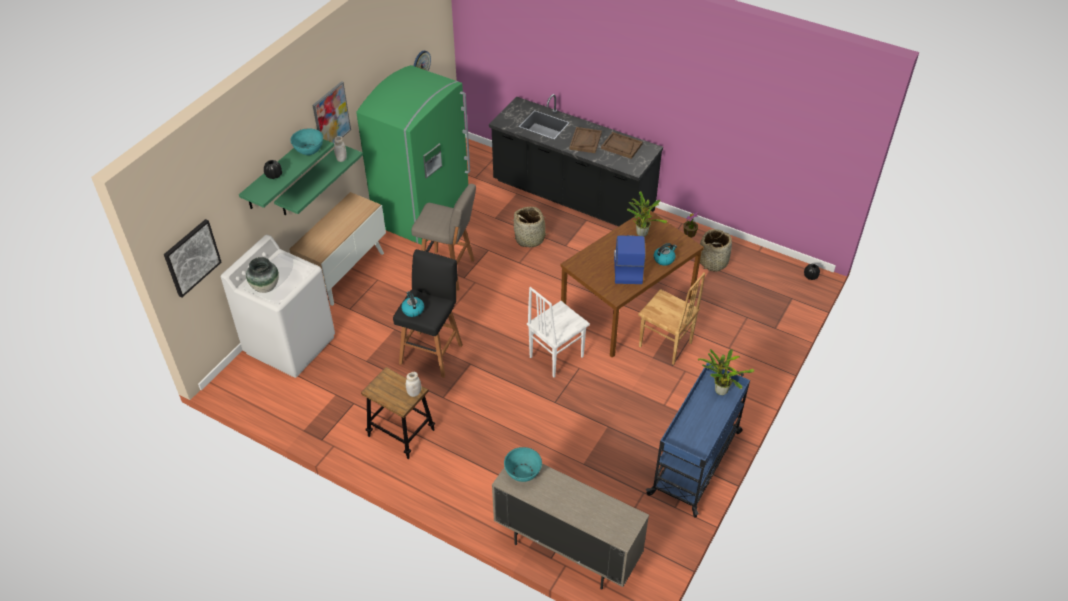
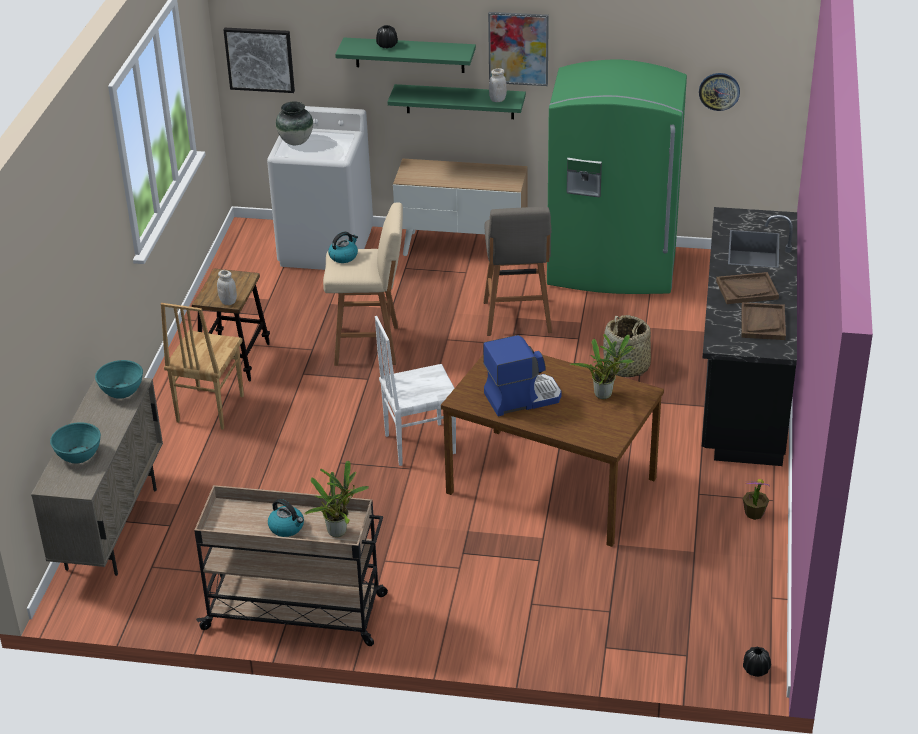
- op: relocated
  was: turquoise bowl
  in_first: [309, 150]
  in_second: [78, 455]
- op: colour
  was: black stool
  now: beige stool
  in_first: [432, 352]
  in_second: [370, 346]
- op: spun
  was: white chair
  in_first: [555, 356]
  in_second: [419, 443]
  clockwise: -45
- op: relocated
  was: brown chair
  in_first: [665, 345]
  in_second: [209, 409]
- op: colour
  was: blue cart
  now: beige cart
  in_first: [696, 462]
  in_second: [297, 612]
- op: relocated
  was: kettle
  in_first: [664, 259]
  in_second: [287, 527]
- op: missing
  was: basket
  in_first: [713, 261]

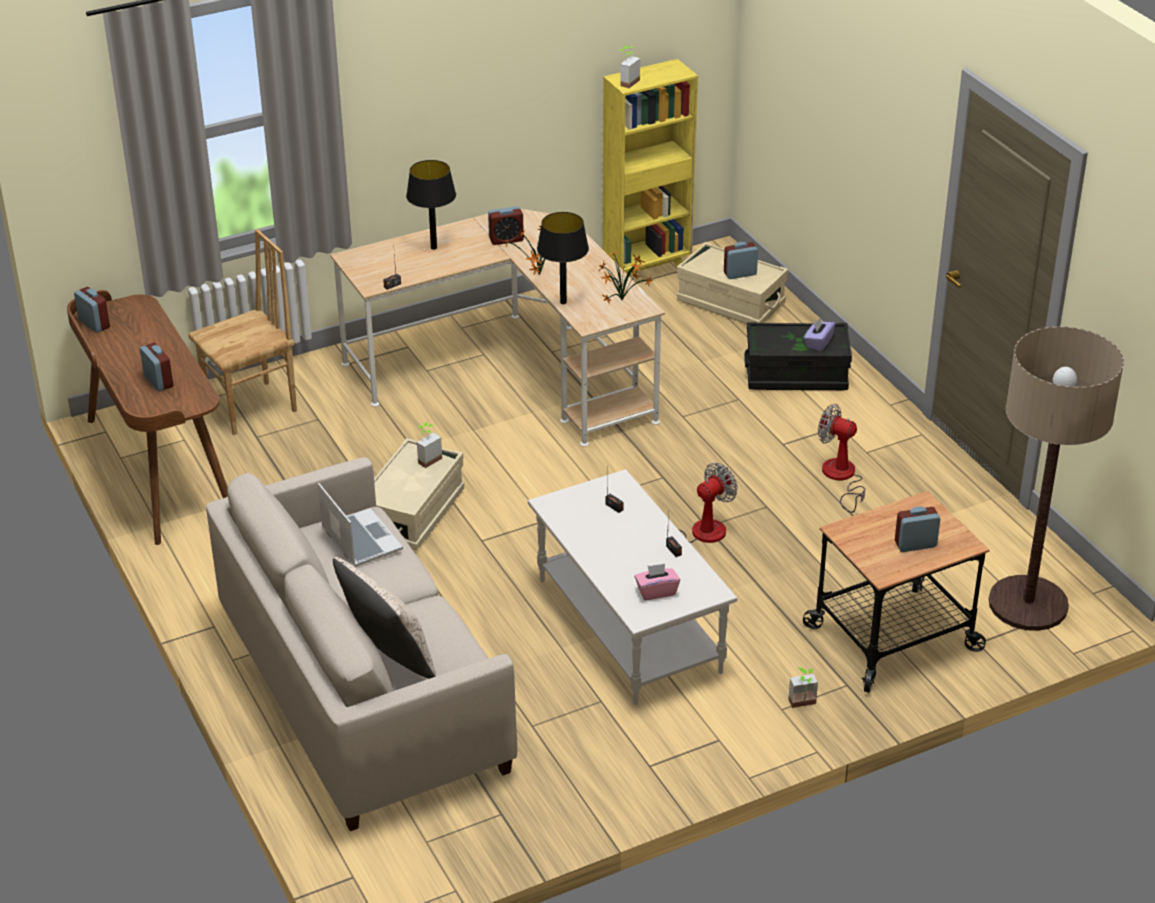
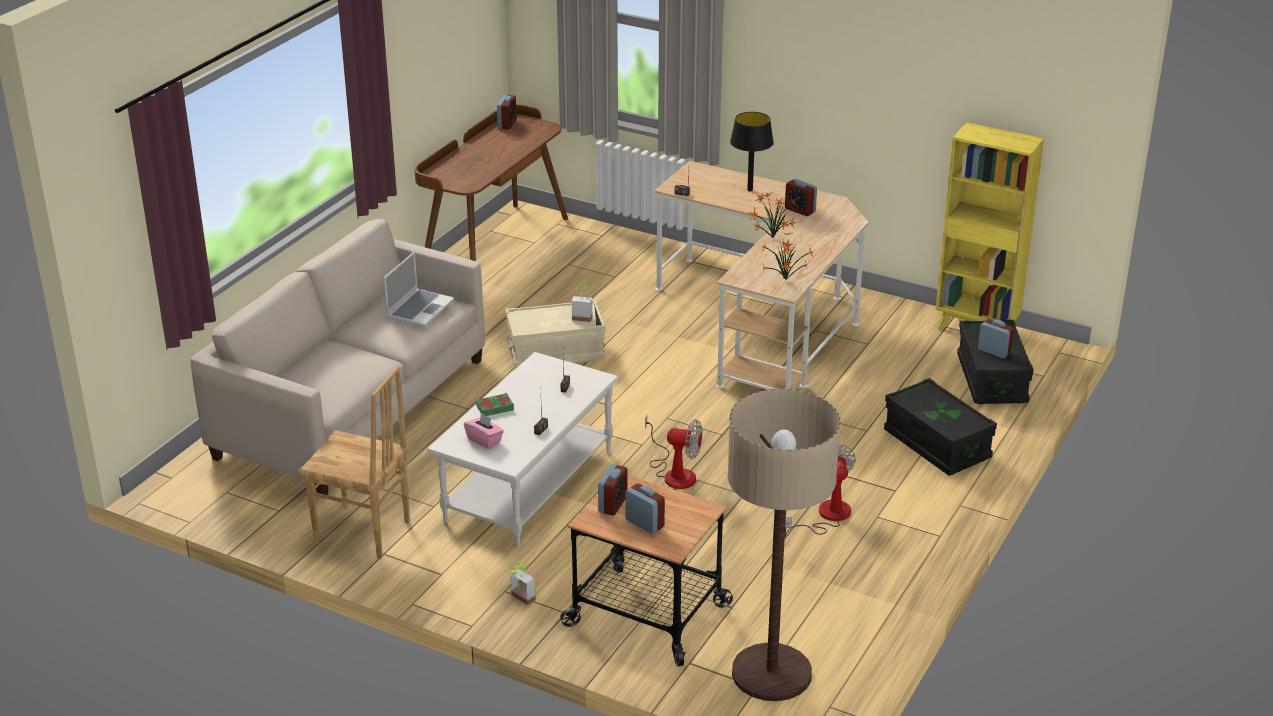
- op: relocated
  was: alarm clock
  in_first: [158, 381]
  in_second: [613, 504]
- op: relocated
  was: brown chair
  in_first: [252, 408]
  in_second: [362, 533]
- op: missing
  was: beige pillow
  in_first: [389, 656]
- op: missing
  was: black table lamp
  in_first: [563, 302]
- op: missing
  was: potted plant
  in_first: [626, 82]
- op: colour
  was: beige storage box
  now: black storage box
  in_first: [731, 303]
  in_second: [991, 379]
- op: missing
  was: purple tissue box
  in_first: [818, 343]
- op: appeared
  now: green book
  in_second: [494, 407]

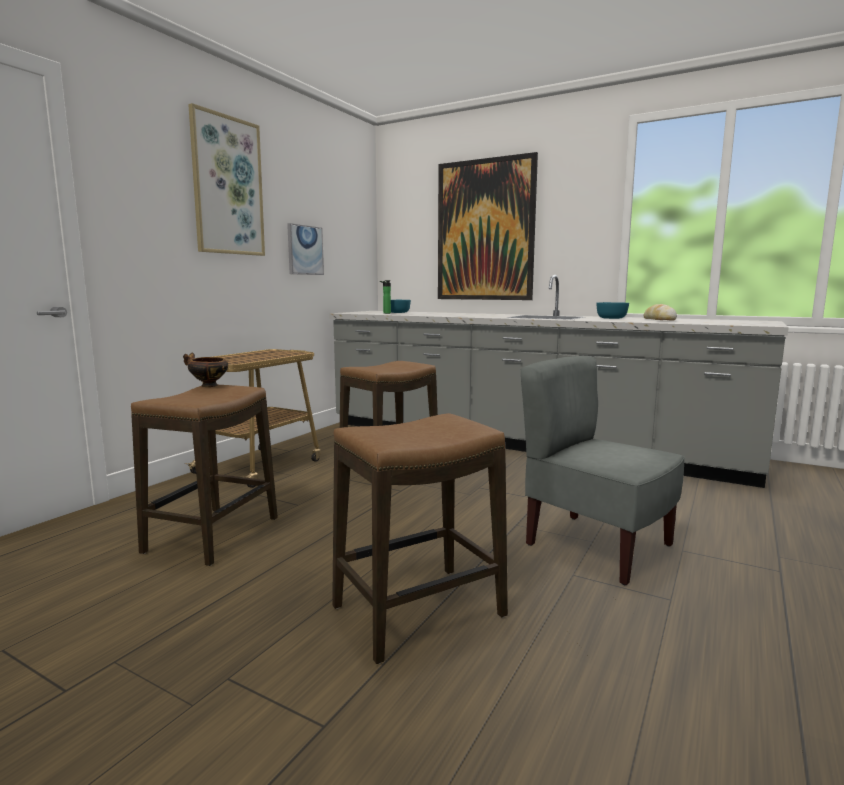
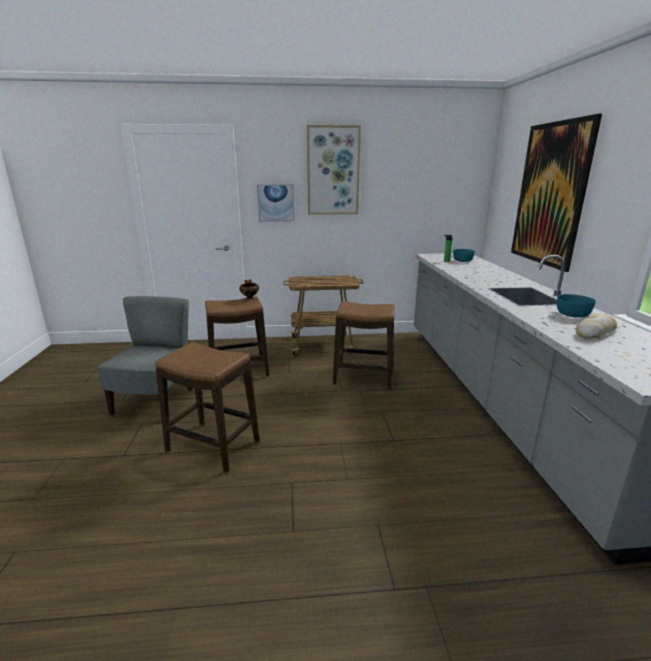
- op: relocated
  was: picture
  in_first: [305, 250]
  in_second: [276, 203]
- op: relocated
  was: grey chair
  in_first: [596, 546]
  in_second: [155, 401]

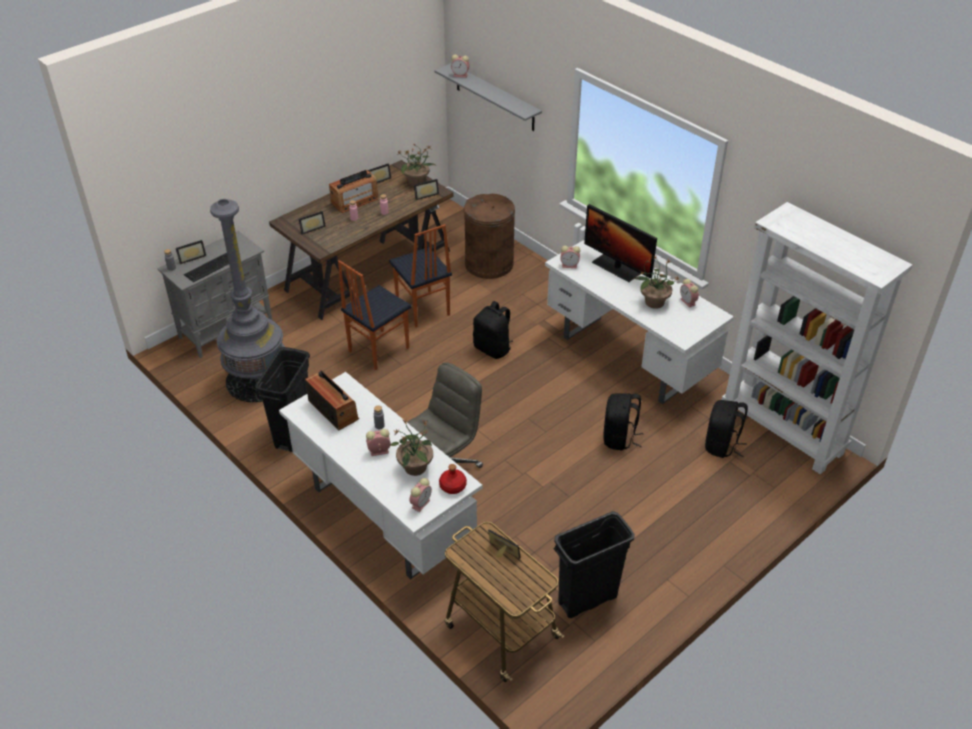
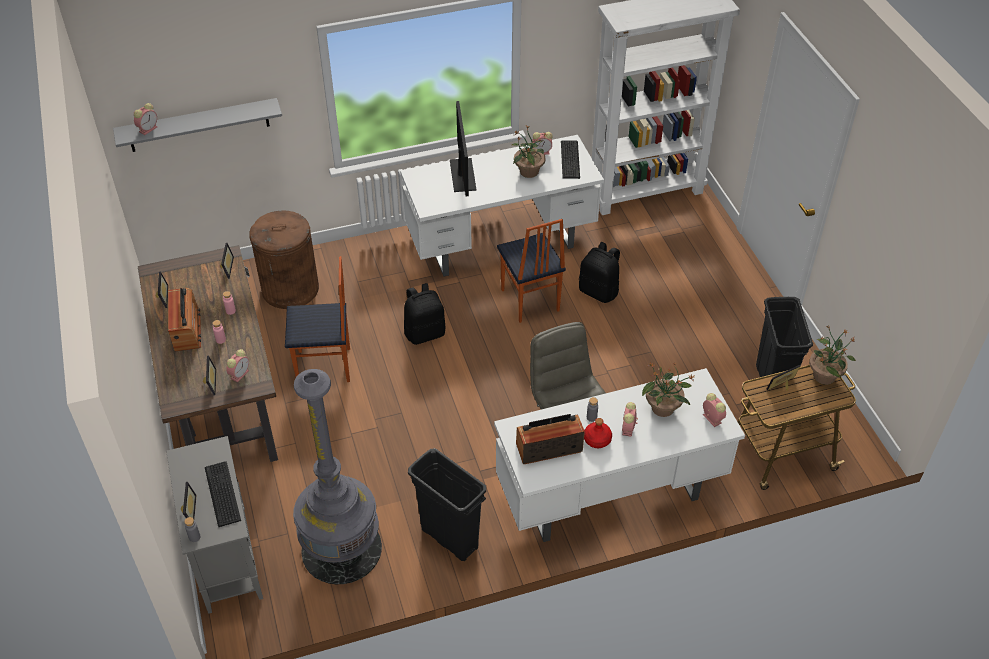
- op: relocated
  was: chair
  in_first: [378, 349]
  in_second: [529, 301]
- op: relocated
  was: potted plant
  in_first: [417, 182]
  in_second: [824, 375]
- op: relocated
  was: red bottle
  in_first: [452, 486]
  in_second: [597, 440]
- op: relocated
  was: alarm clock
  in_first: [570, 265]
  in_second: [240, 374]
- op: spun
  was: monitor
  in_first: [616, 267]
  in_second: [462, 175]
  clockwise: -75
- op: missing
  was: black backpack
  in_first: [722, 445]
- op: appeared
  now: keyboard
  in_second: [571, 159]

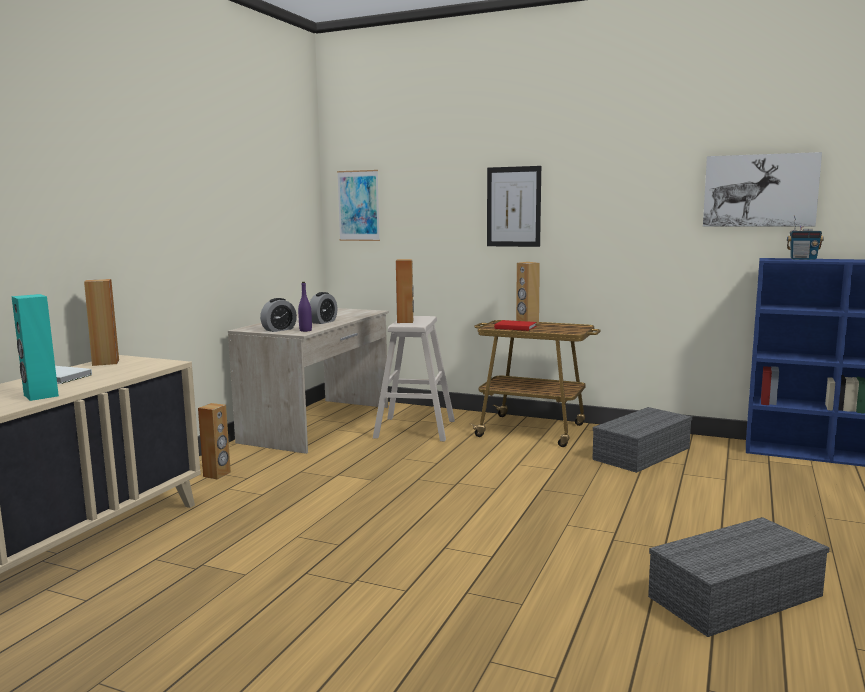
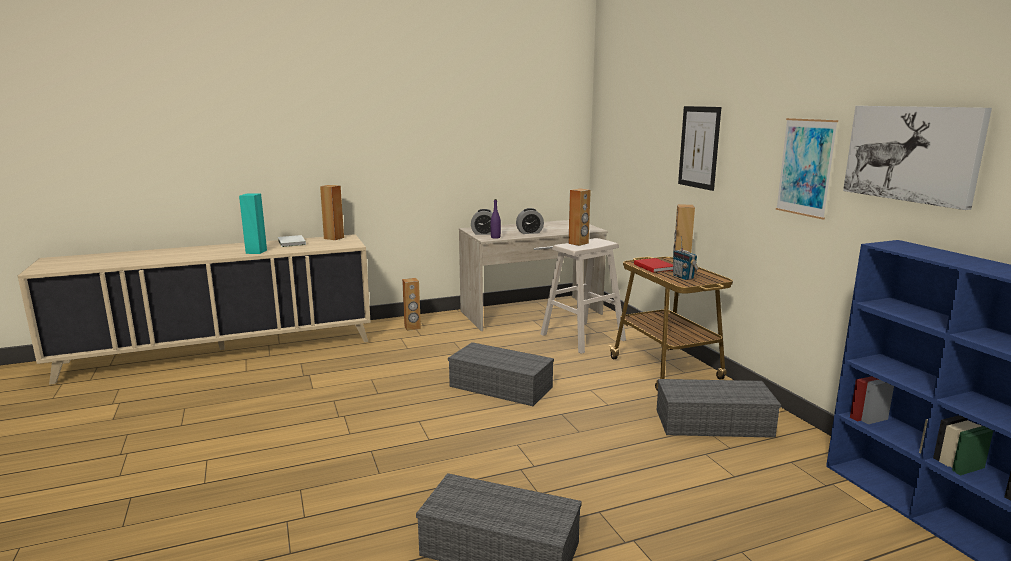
- op: relocated
  was: picture
  in_first: [358, 205]
  in_second: [806, 167]
- op: relocated
  was: radio
  in_first: [803, 259]
  in_second: [683, 277]
- op: appeared
  now: grey storage box
  in_second: [502, 386]

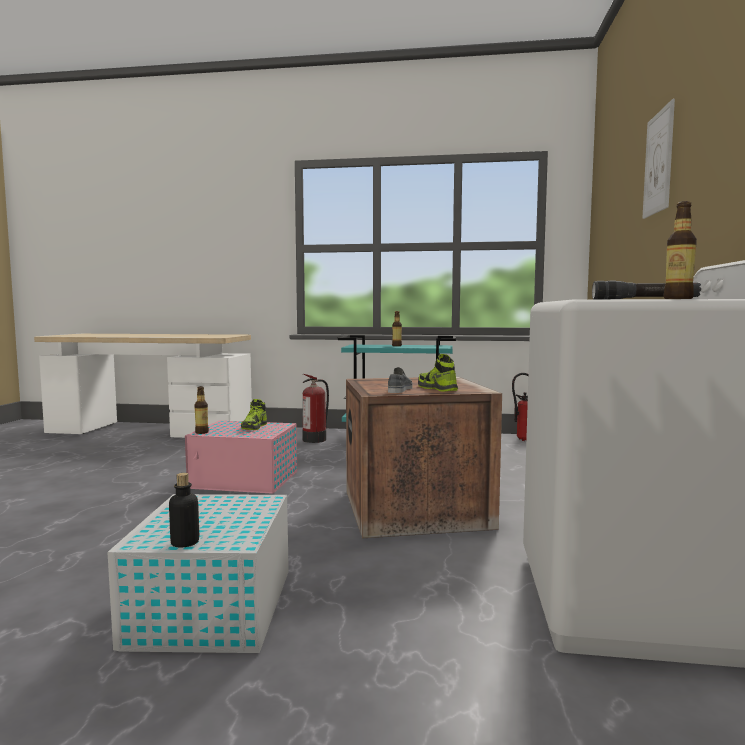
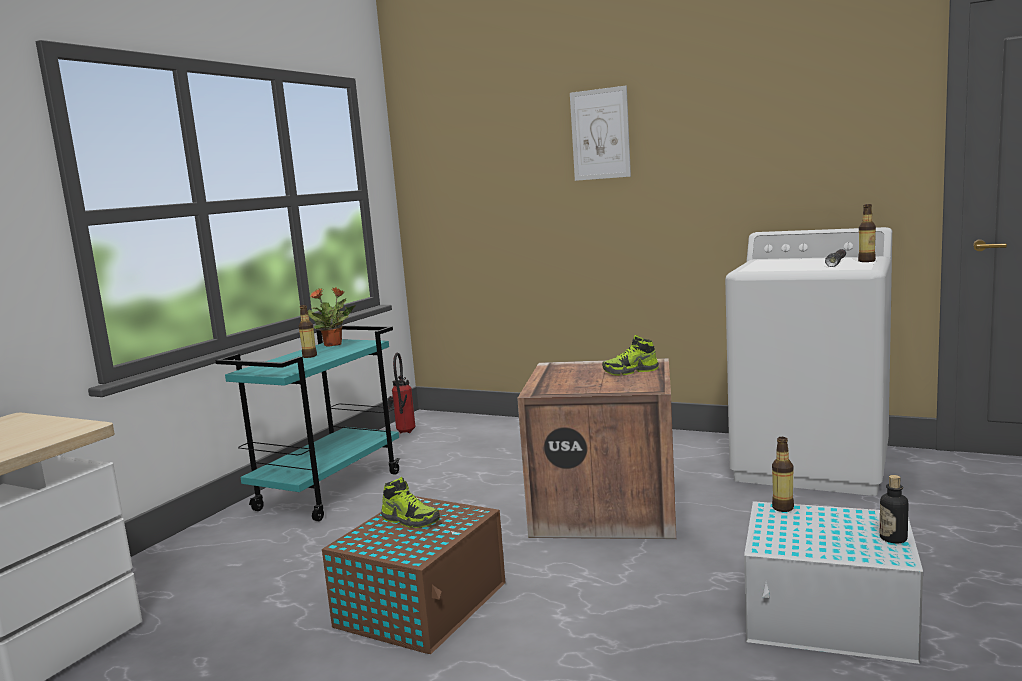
- op: colour
  was: pink storage box
  now: brown storage box
  in_first: [246, 480]
  in_second: [424, 604]
- op: relocated
  was: bottle
  in_first: [202, 432]
  in_second: [782, 508]
- op: missing
  was: fire extinguisher
  in_first: [315, 439]
- op: missing
  was: grey shoe
  in_first: [400, 389]
- op: appeared
  now: potted plant
  in_second: [334, 344]

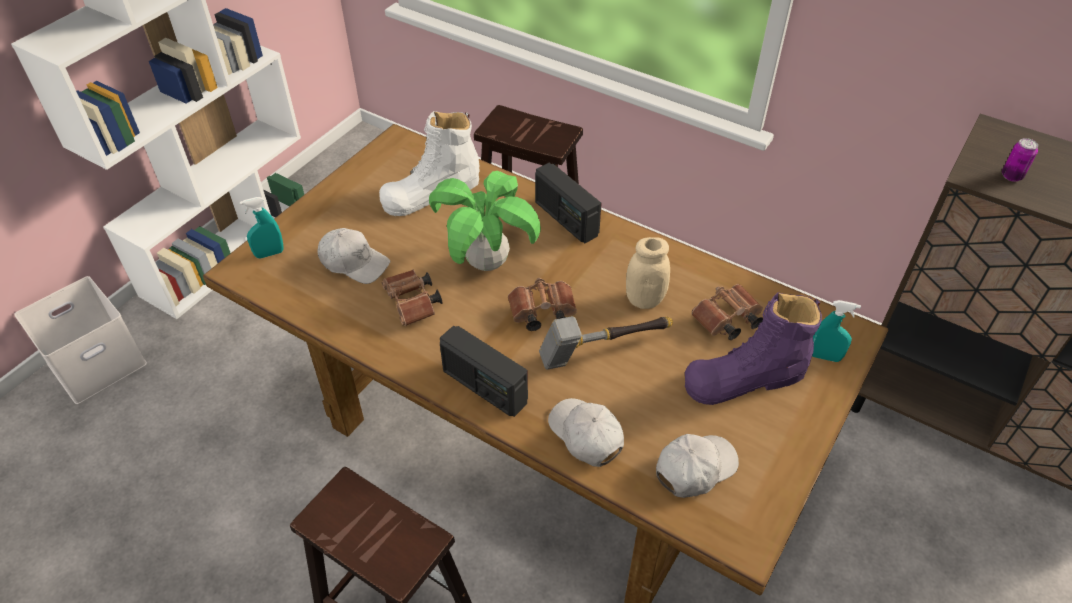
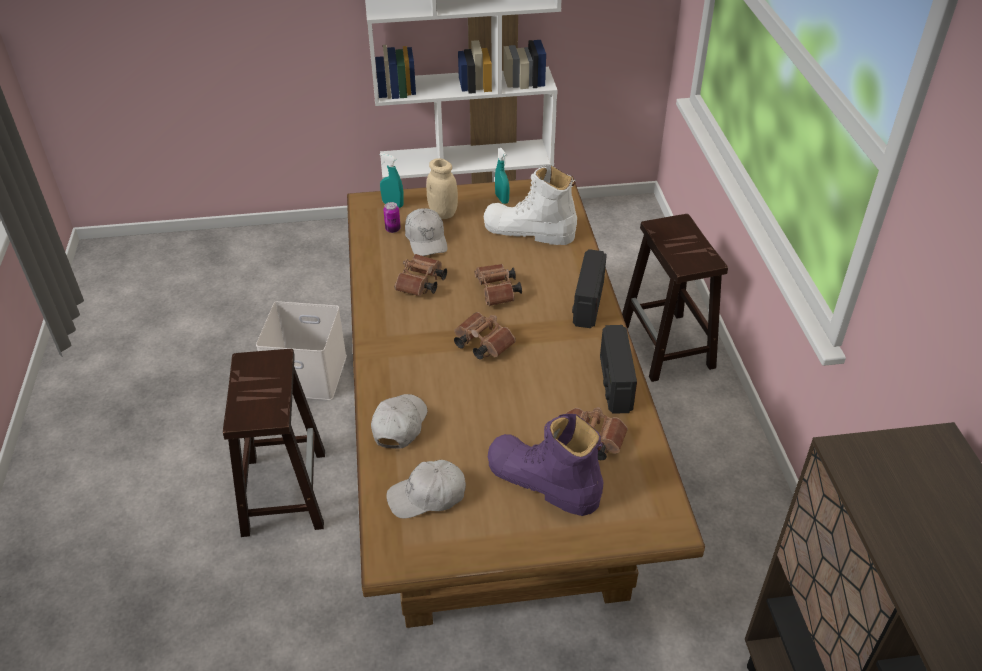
- op: relocated
  was: white storage box
  in_first: [97, 361]
  in_second: [309, 373]
- op: exchanged
  was: potted plant
  now: brown binoculars
  in_first: [487, 262]
  in_second: [497, 293]
- op: relocated
  was: radio
  in_first: [484, 387]
  in_second: [615, 384]
- op: missing
  was: hammer
  in_first: [602, 352]
- op: relocated
  was: beige jar
  in_first: [644, 299]
  in_second: [443, 213]
- op: spun
  was: white cap
  in_first: [694, 468]
  in_second: [427, 496]
  clockwise: 150
- op: relocated
  was: turquoise spray bottle
  in_first: [824, 356]
  in_second: [502, 199]
- op: relocated
  was: can
  in_first: [1011, 176]
  in_second: [393, 229]

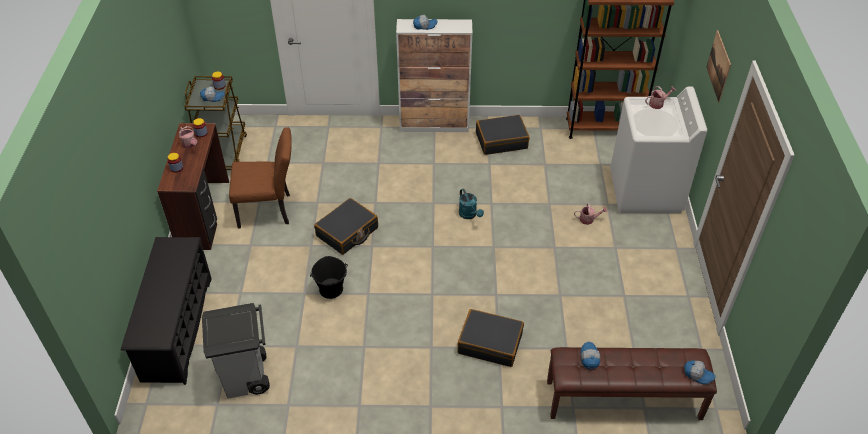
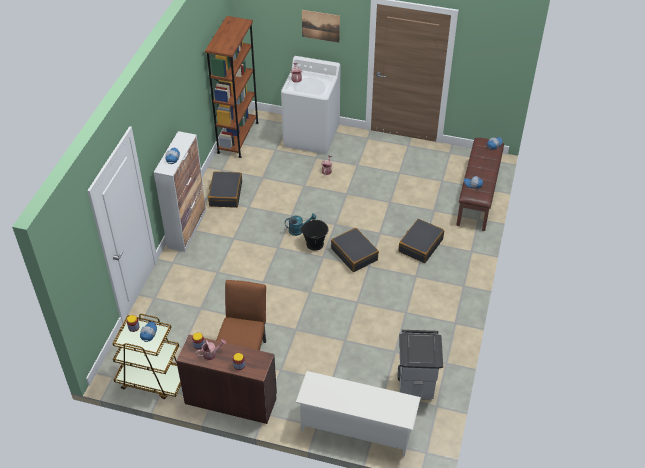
- op: colour
  was: black shoe rack
  now: white shoe rack
  in_first: [177, 328]
  in_second: [356, 428]
- op: relocated
  was: black bucket
  in_first: [331, 289]
  in_second: [315, 243]
- op: relocated
  was: black suitcase
  in_first: [347, 232]
  in_second: [354, 254]

